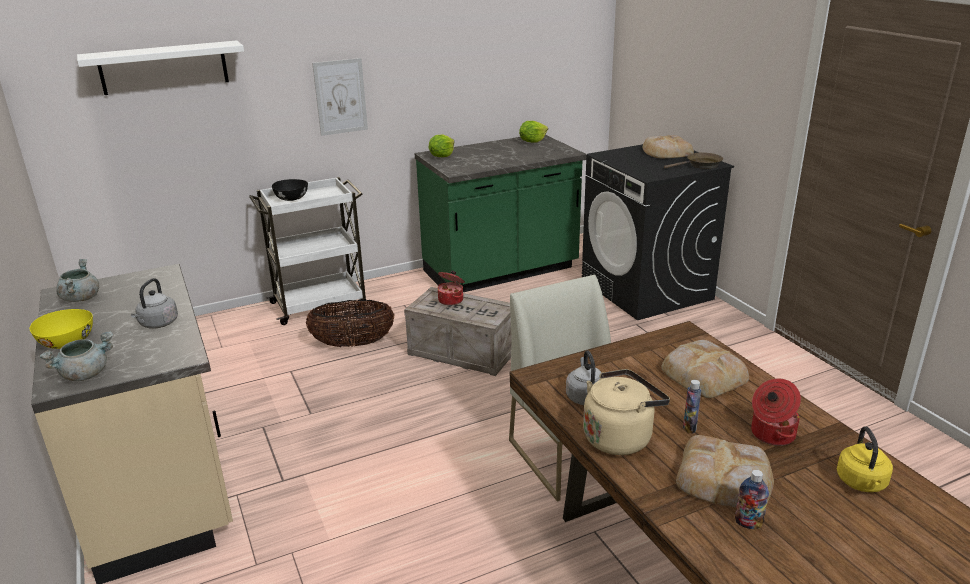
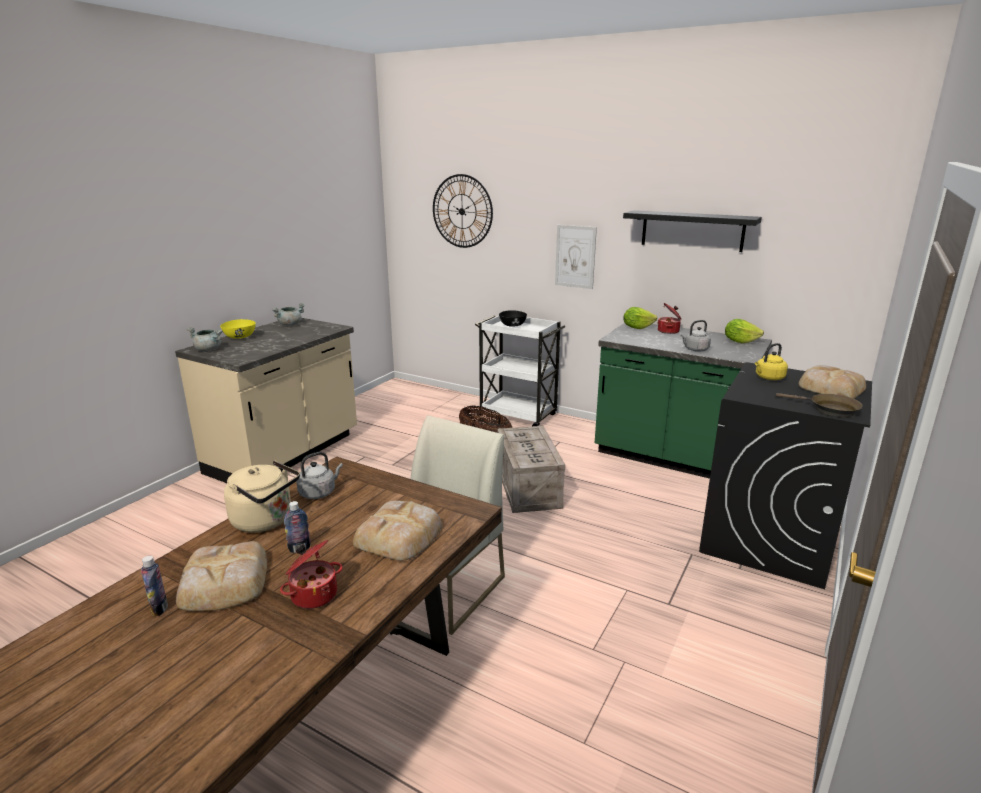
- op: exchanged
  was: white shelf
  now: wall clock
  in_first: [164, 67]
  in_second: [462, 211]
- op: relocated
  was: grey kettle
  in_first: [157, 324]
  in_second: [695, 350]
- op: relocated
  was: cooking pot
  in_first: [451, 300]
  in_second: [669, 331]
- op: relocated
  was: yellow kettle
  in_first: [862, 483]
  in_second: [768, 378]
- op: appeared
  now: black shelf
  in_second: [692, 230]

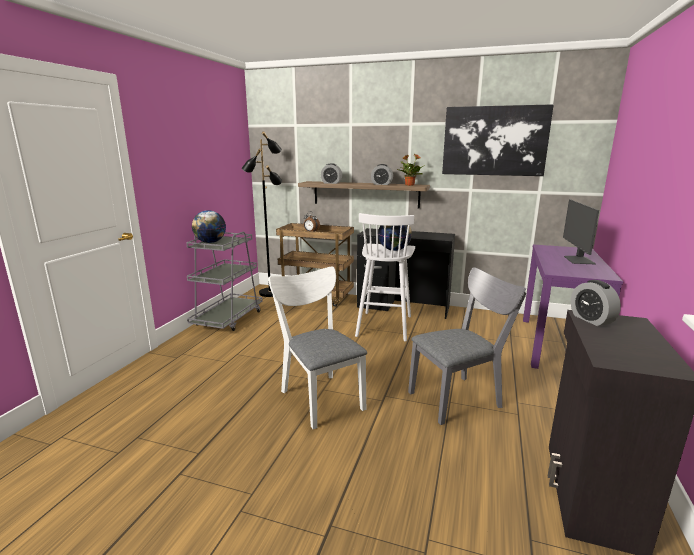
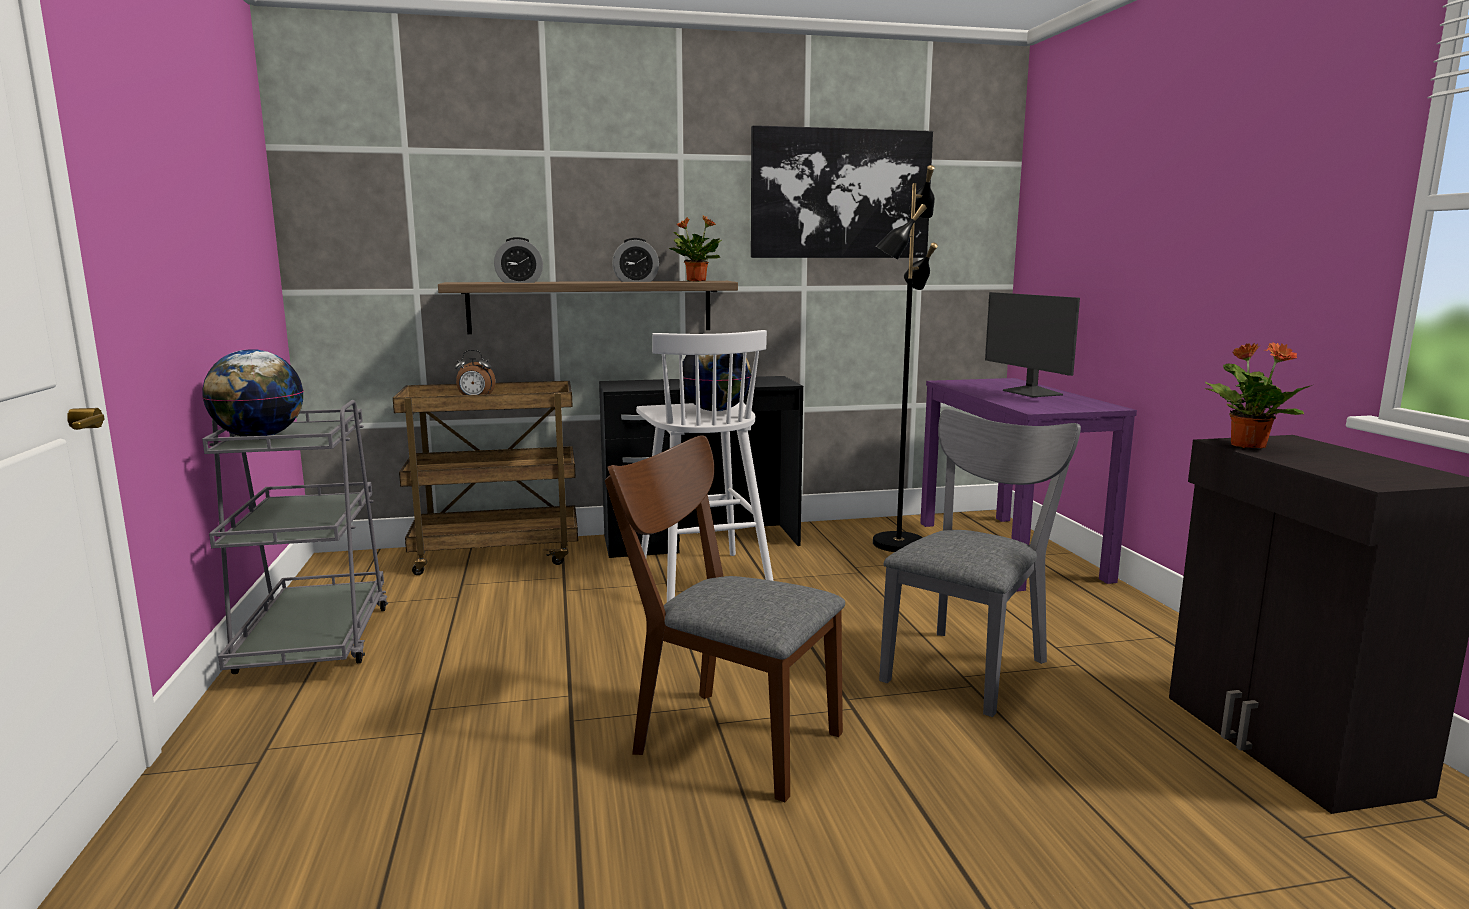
- op: relocated
  was: black floor lamp
  in_first: [270, 292]
  in_second: [896, 543]
- op: colour
  was: white chair
  now: brown chair
  in_first: [319, 396]
  in_second: [724, 737]
- op: exchanged
  was: alarm clock
  now: potted plant
  in_first: [591, 319]
  in_second: [1247, 445]

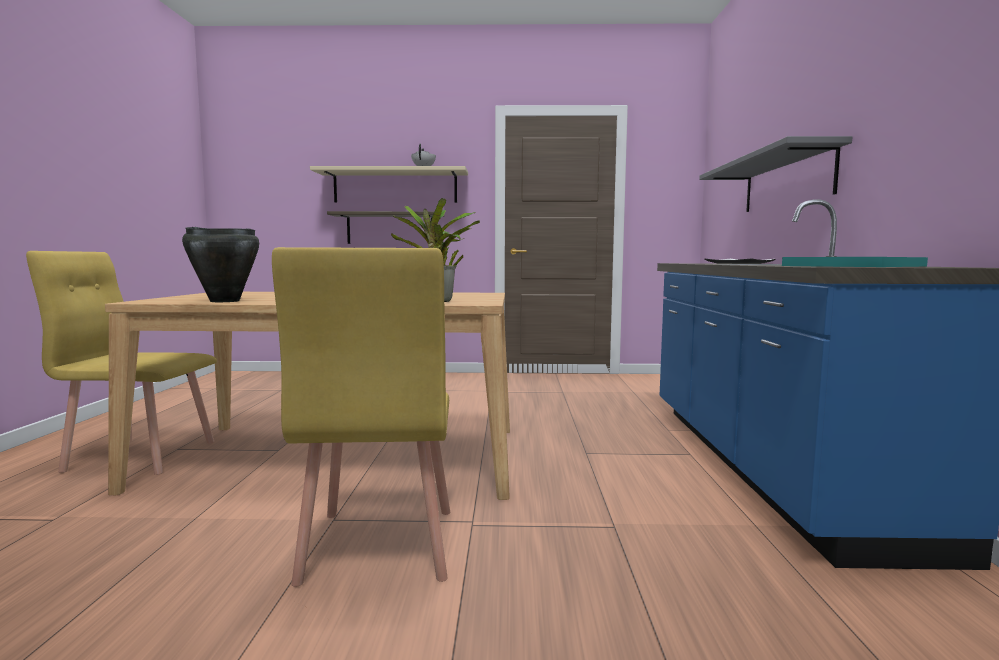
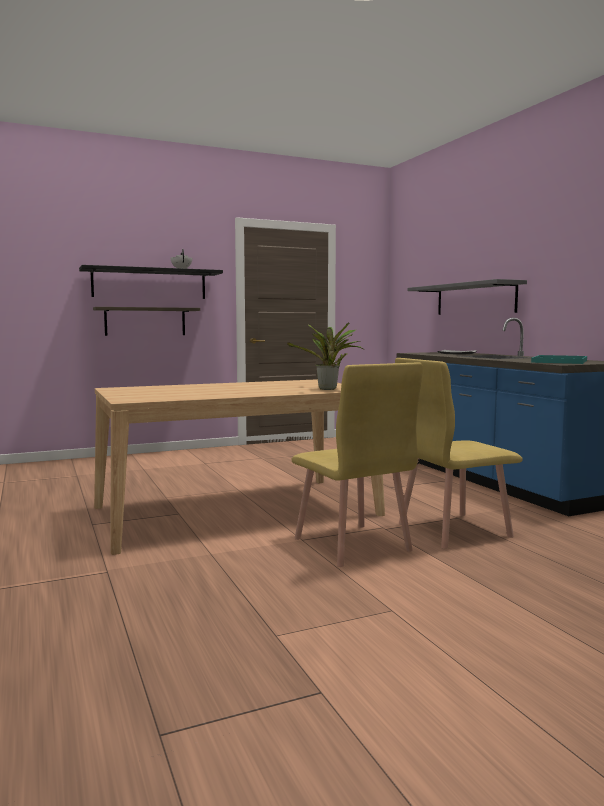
- op: relocated
  was: yellow chair
  in_first: [141, 455]
  in_second: [452, 530]
- op: missing
  was: black cooking pot
  in_first: [225, 301]
- op: colour
  was: beige shelf
  now: black shelf
  in_first: [395, 187]
  in_second: [149, 284]

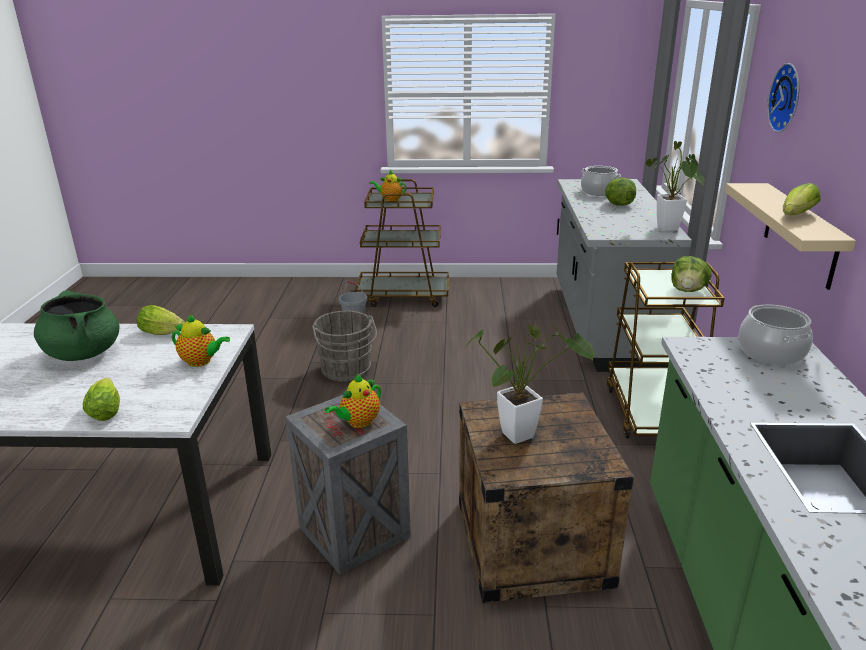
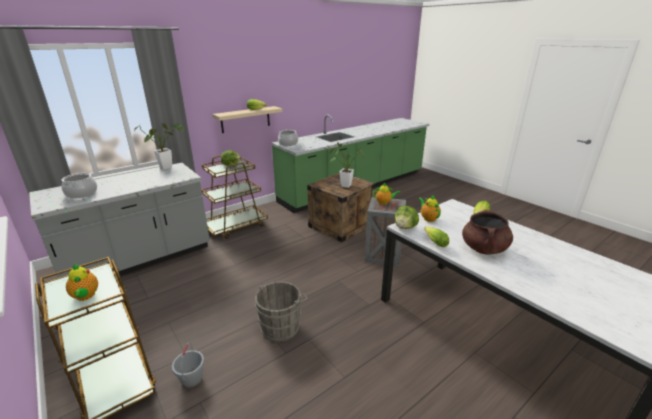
- op: colour
  was: green cooking pot
  now: brown cooking pot
  in_first: [83, 353]
  in_second: [484, 249]
- op: relocated
  was: lettuce
  in_first: [618, 204]
  in_second: [405, 227]
- op: missing
  was: wall clock
  in_first: [788, 98]

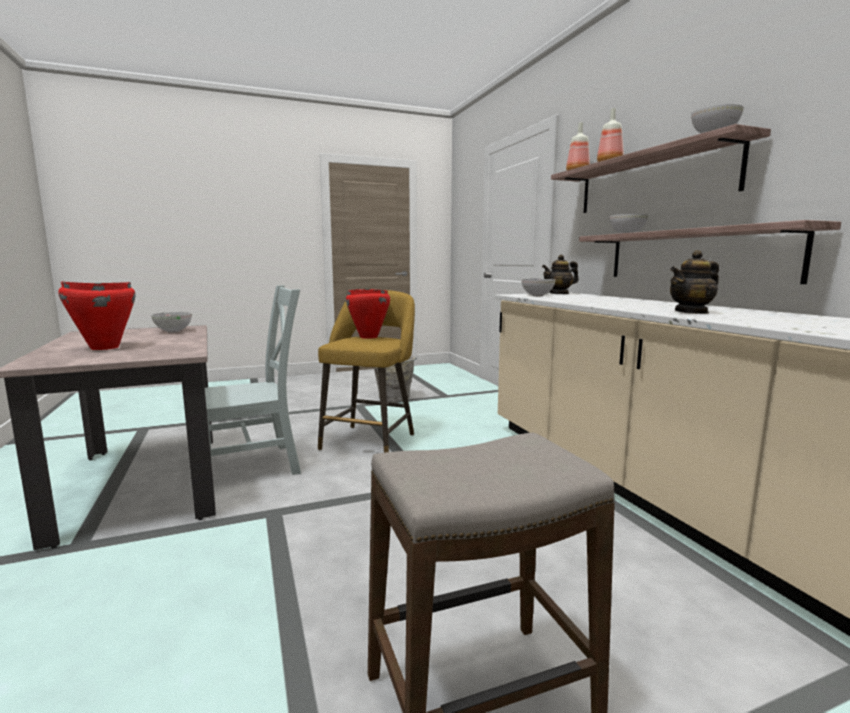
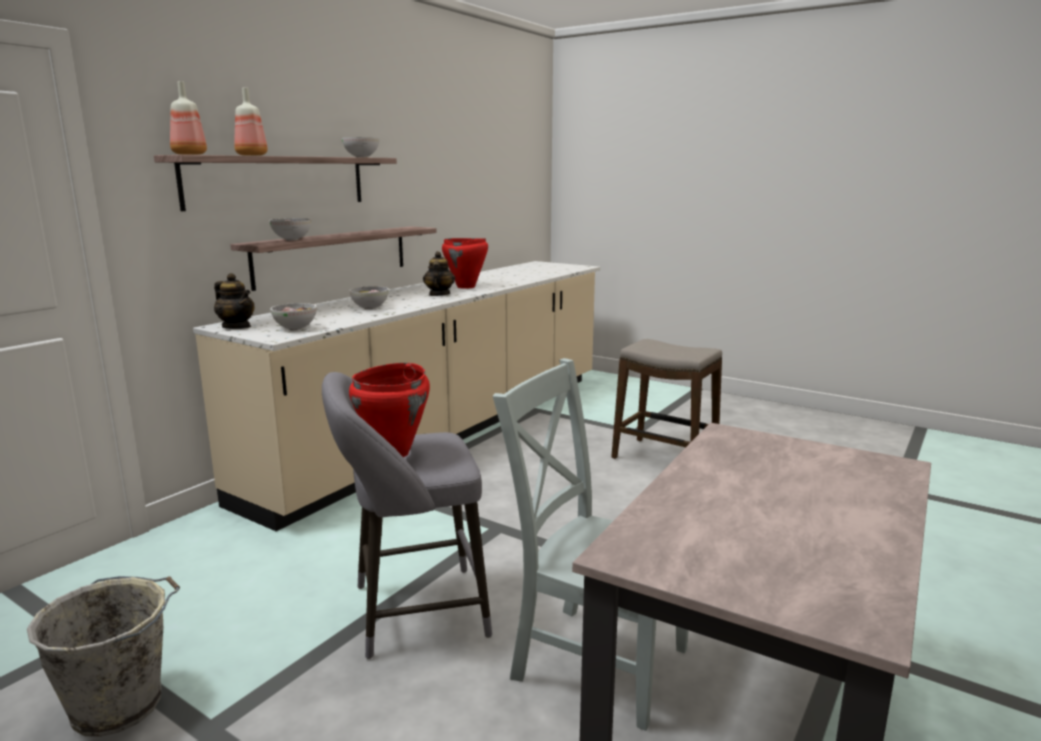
- op: relocated
  was: red cooking pot
  in_first: [104, 348]
  in_second: [466, 287]
- op: relocated
  was: bowl
  in_first: [173, 331]
  in_second: [369, 308]
- op: colour
  was: yellow stool
  now: grey stool
  in_first: [370, 440]
  in_second: [411, 612]
- op: spun
  was: teapot
  in_first: [691, 312]
  in_second: [439, 294]
  clockwise: -120

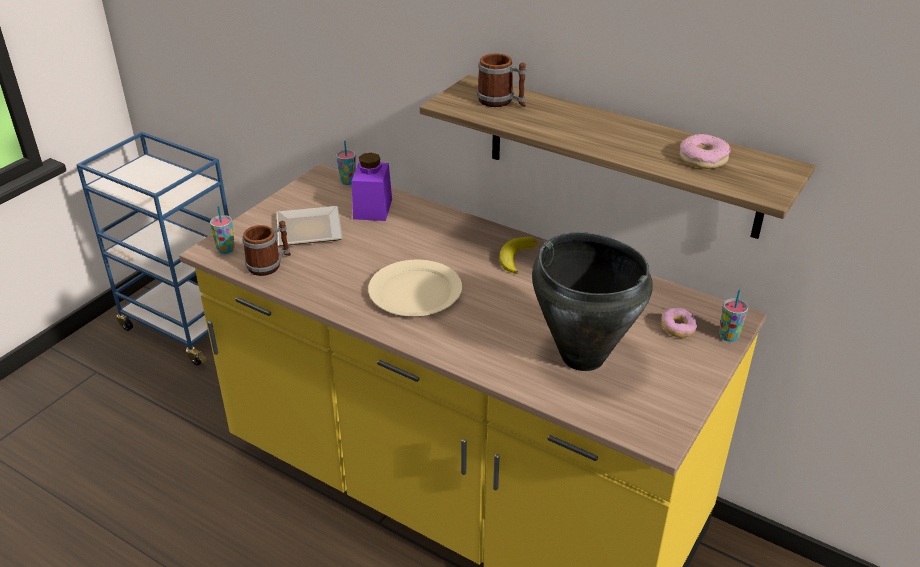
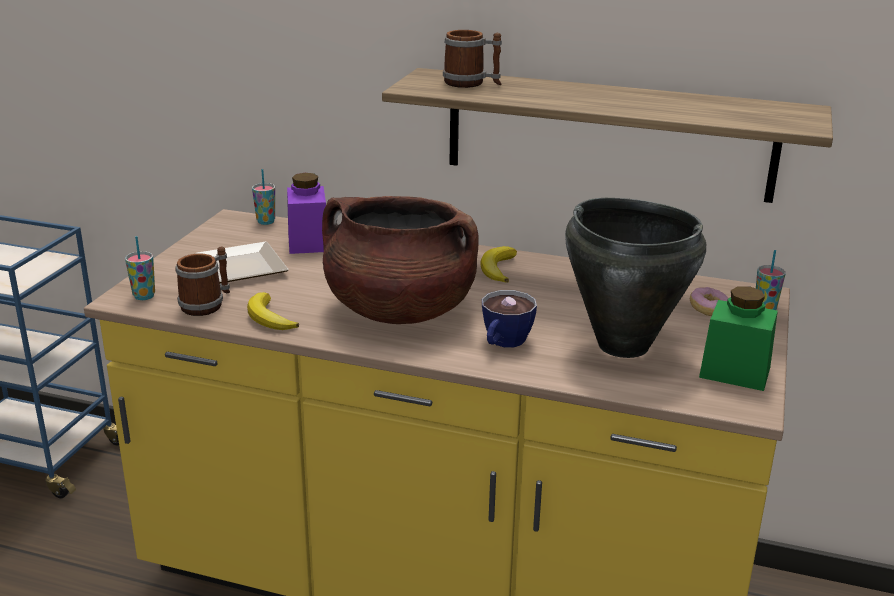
- op: exchanged
  was: beige plate
  now: brown cooking pot
  in_first: [414, 292]
  in_second: [399, 310]
- op: missing
  was: donut
  in_first: [703, 159]
- op: appeared
  now: banana
  in_second: [269, 318]
- op: appeared
  now: cup
  in_second: [503, 343]
- op: appeared
  now: green jar
  in_second: [735, 372]

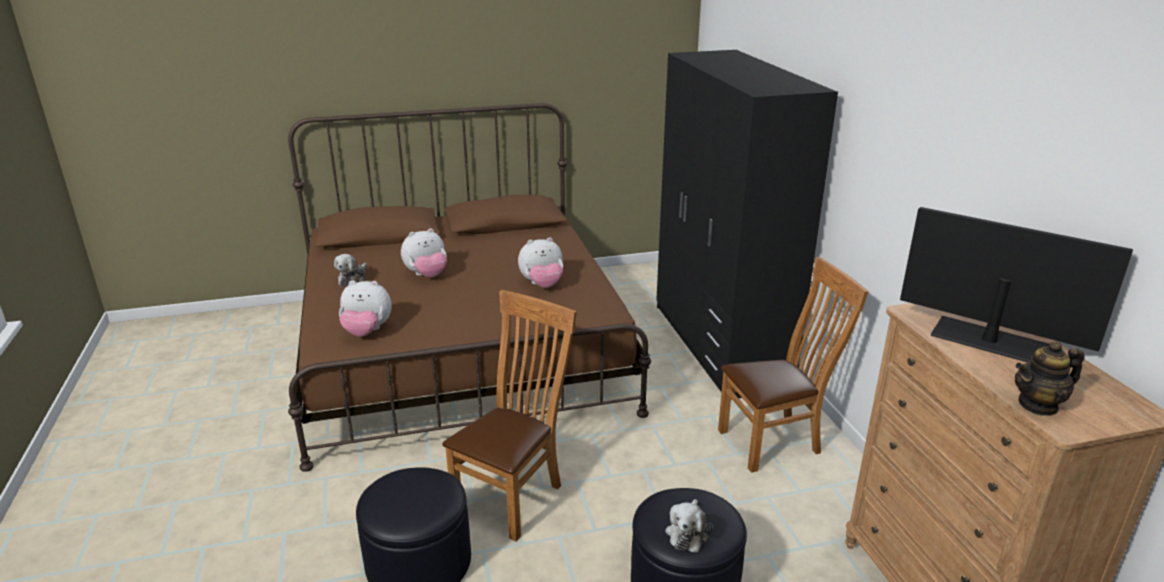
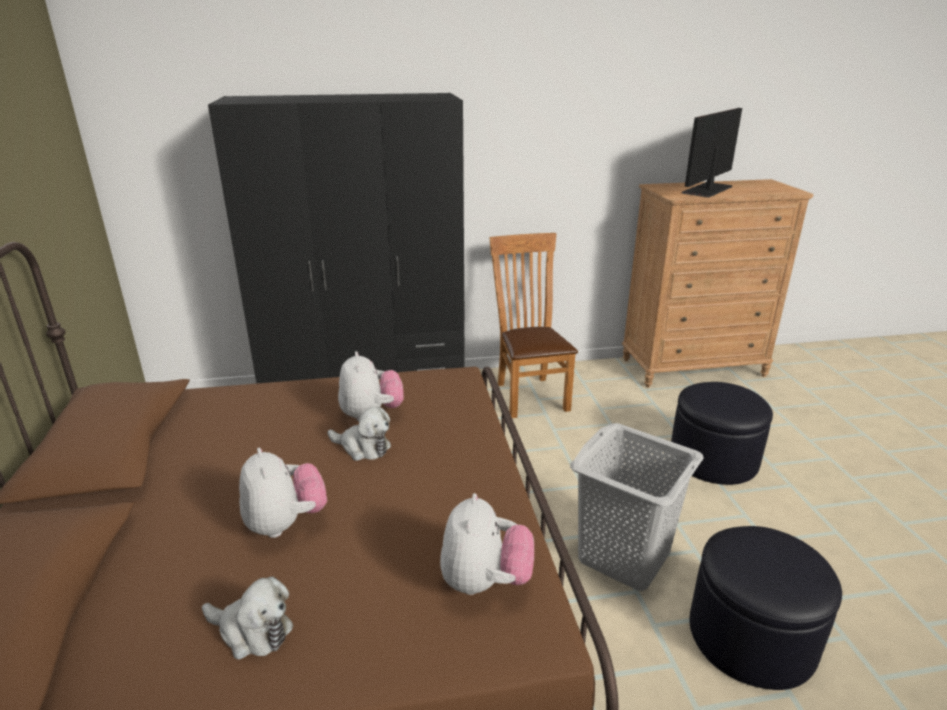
- op: exchanged
  was: brown chair
  now: grey laundry basket
  in_first: [514, 495]
  in_second: [623, 555]
- op: relocated
  was: plush toy
  in_first: [688, 533]
  in_second: [363, 447]
- op: missing
  was: teapot
  in_first: [1038, 405]

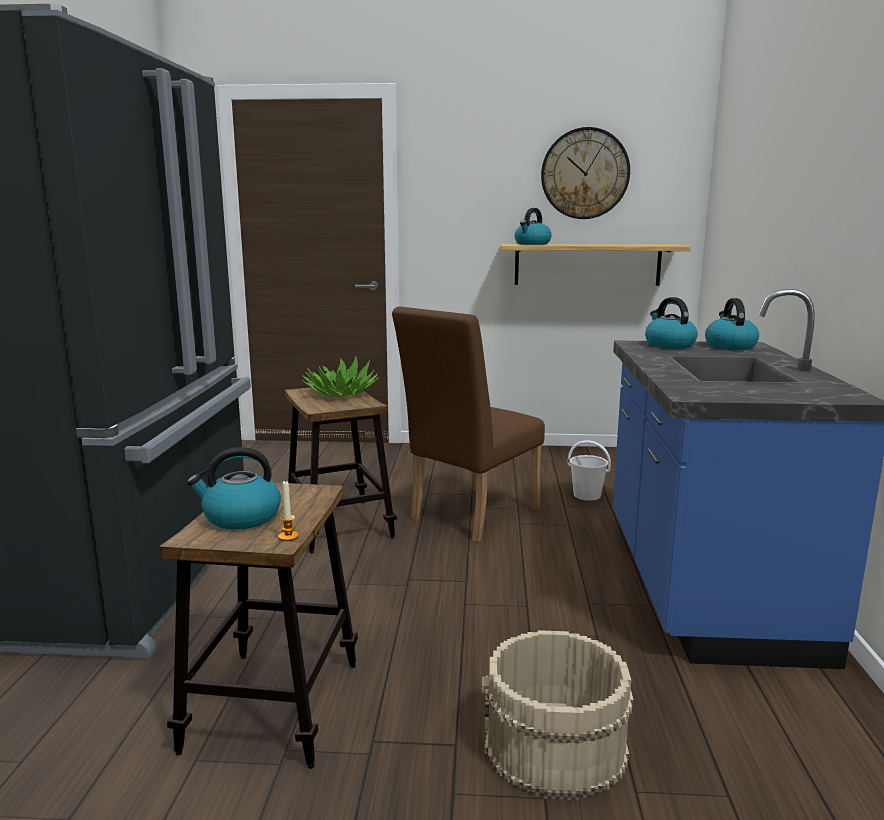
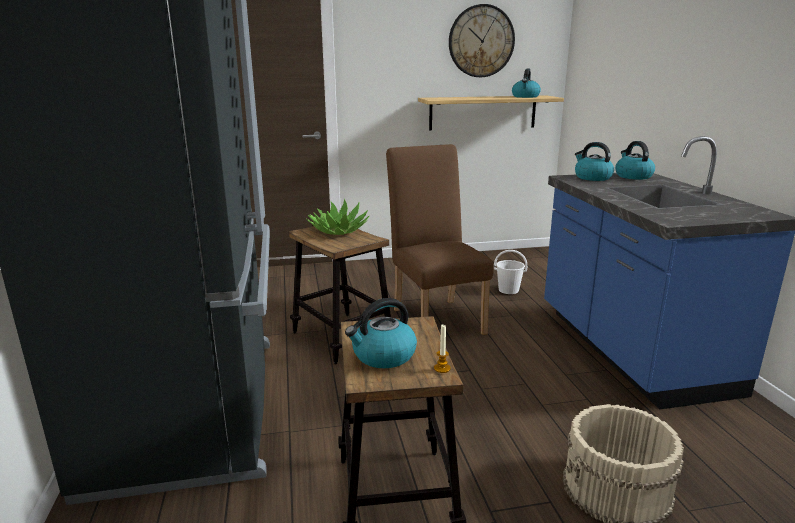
- op: spun
  was: brown chair
  in_first: [468, 517]
  in_second: [436, 317]
  clockwise: 135
- op: relocated
  was: kettle
  in_first: [532, 244]
  in_second: [525, 97]

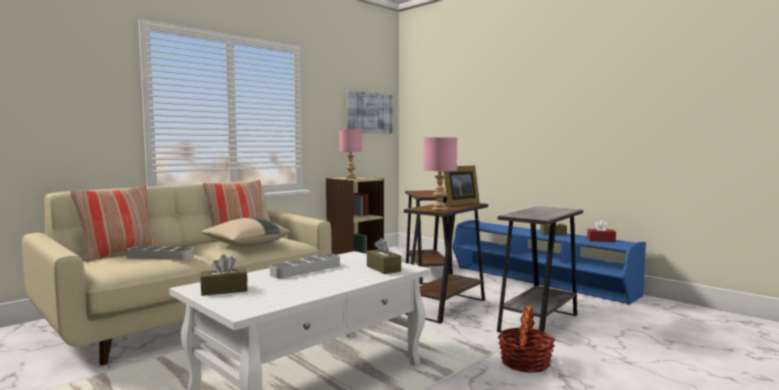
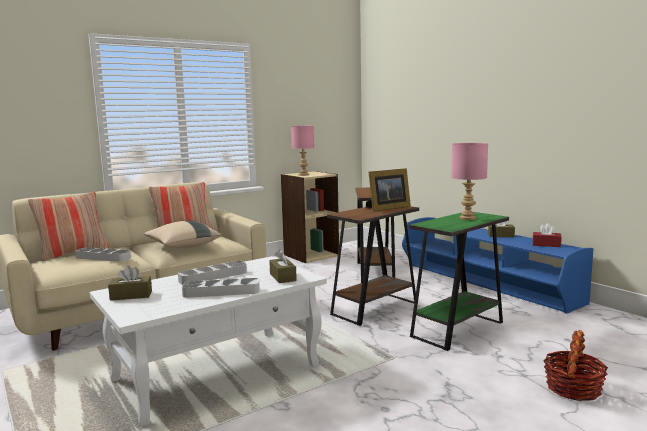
- op: missing
  was: picture
  in_first: [369, 113]
- op: relocated
  was: pink table lamp
  in_first: [439, 209]
  in_second: [467, 218]
- op: colour
  was: grey side table
  now: green side table
  in_first: [538, 323]
  in_second: [457, 329]
- op: relocated
  was: basket
  in_first: [525, 363]
  in_second: [573, 389]
- op: appeared
  now: grey tray
  in_second: [221, 292]

